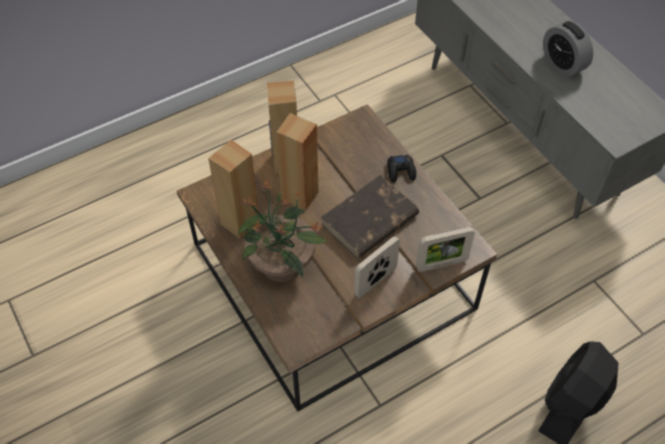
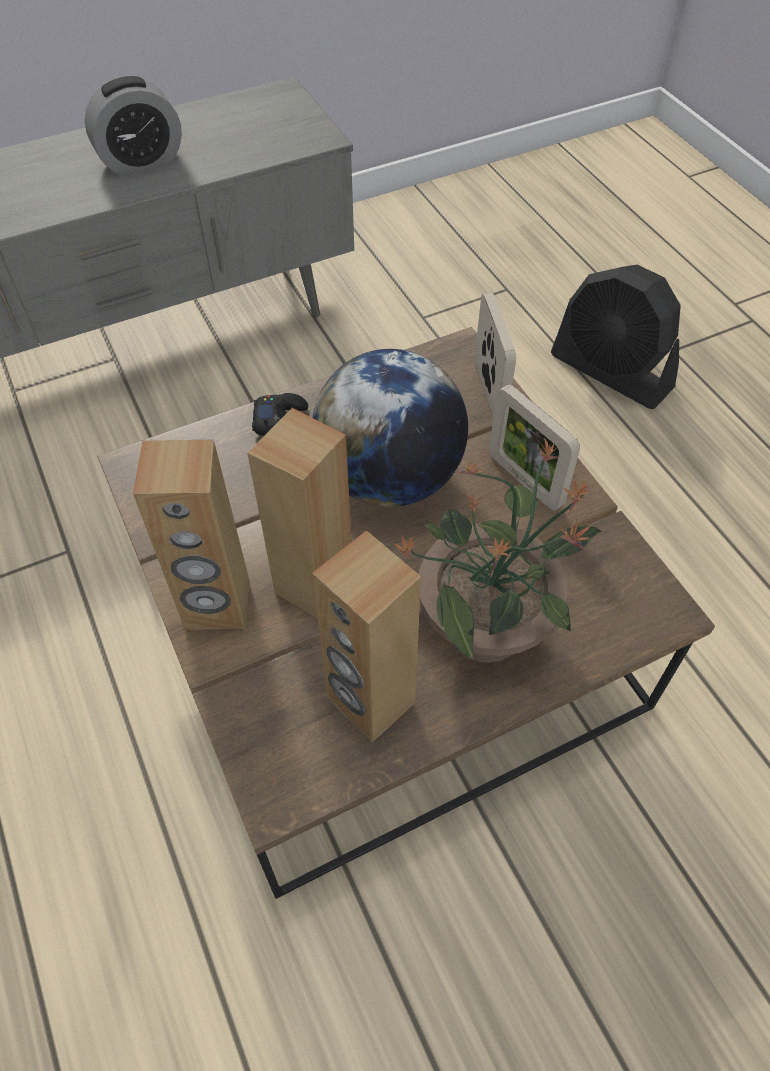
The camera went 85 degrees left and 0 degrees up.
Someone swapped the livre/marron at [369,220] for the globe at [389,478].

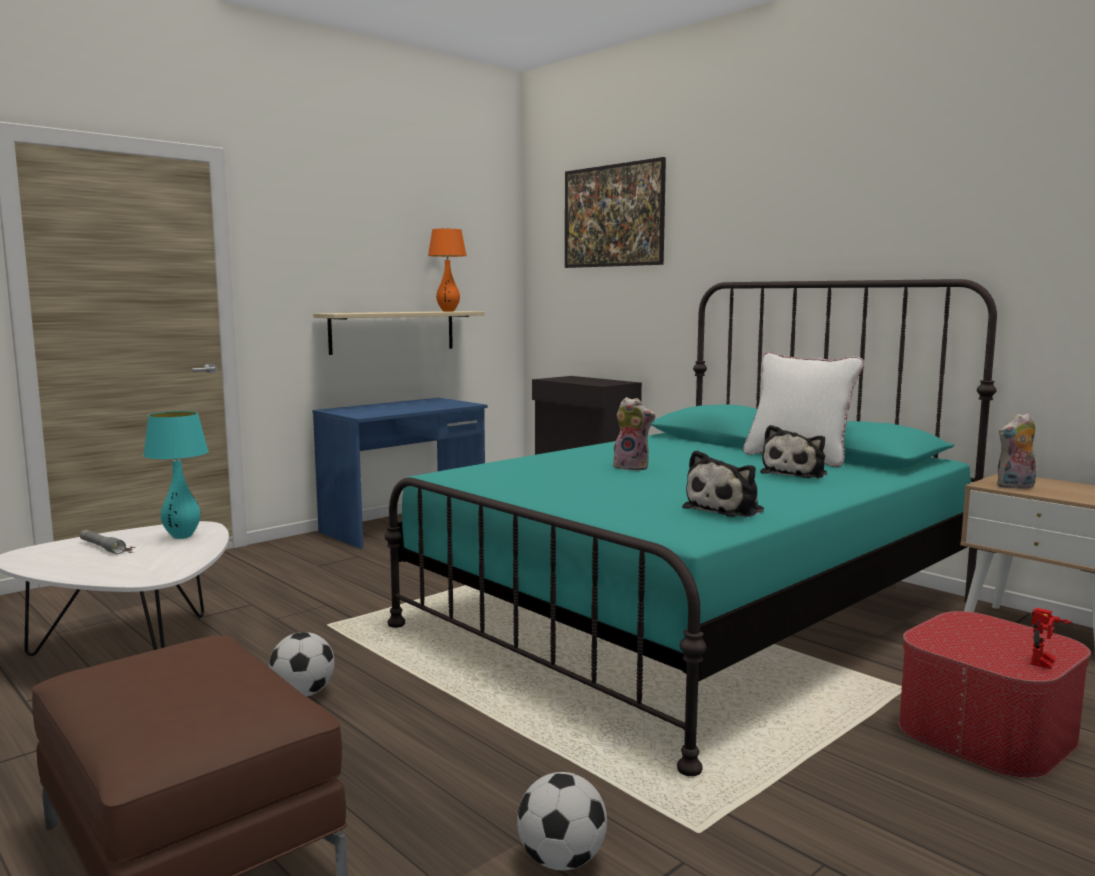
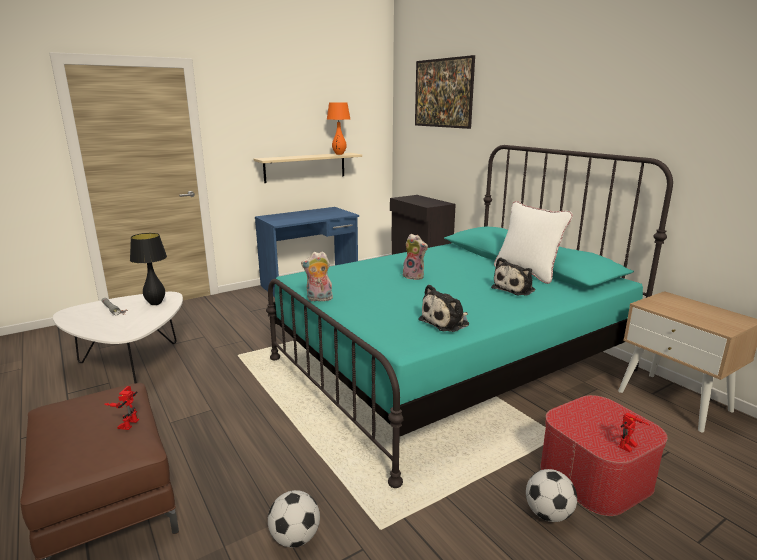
The camera went 10 degrees right and 10 degrees up.
Someone repainted the lampe de table/turquoise at [182,536], which became the lampe de table/noir at [155,303].
Someone carried the peluche from [1015,487] to [319,299].
Someone carried the ballon de foot from [303,694] to [548,514].
Someone put down the robot jouet at [127,423].

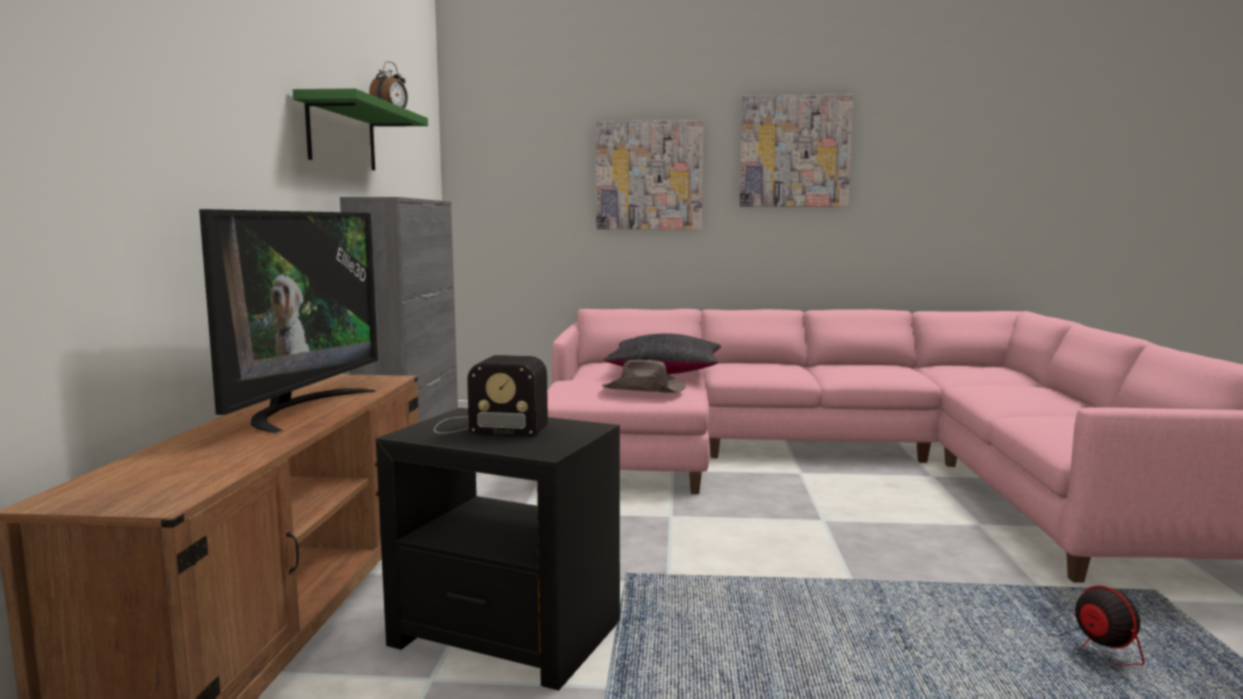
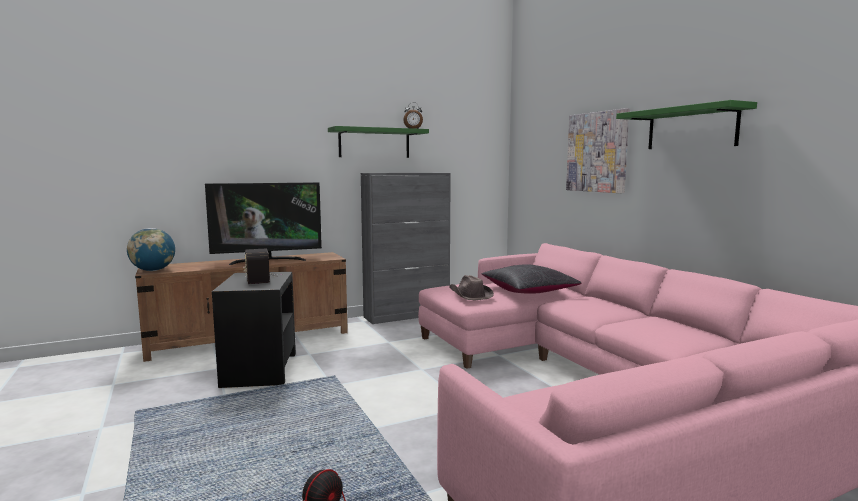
The camera went 60 degrees right and 0 degrees up.
Someone swapped the tableau at [794,151] for the étagère/vert at [691,128].
Someone put down the globe at [153,270].

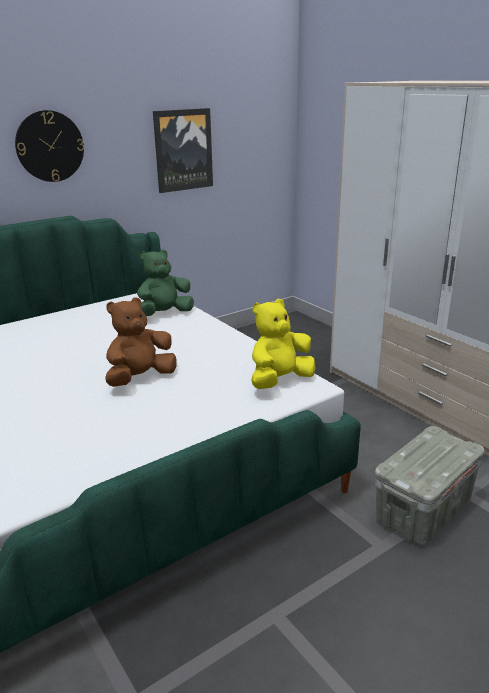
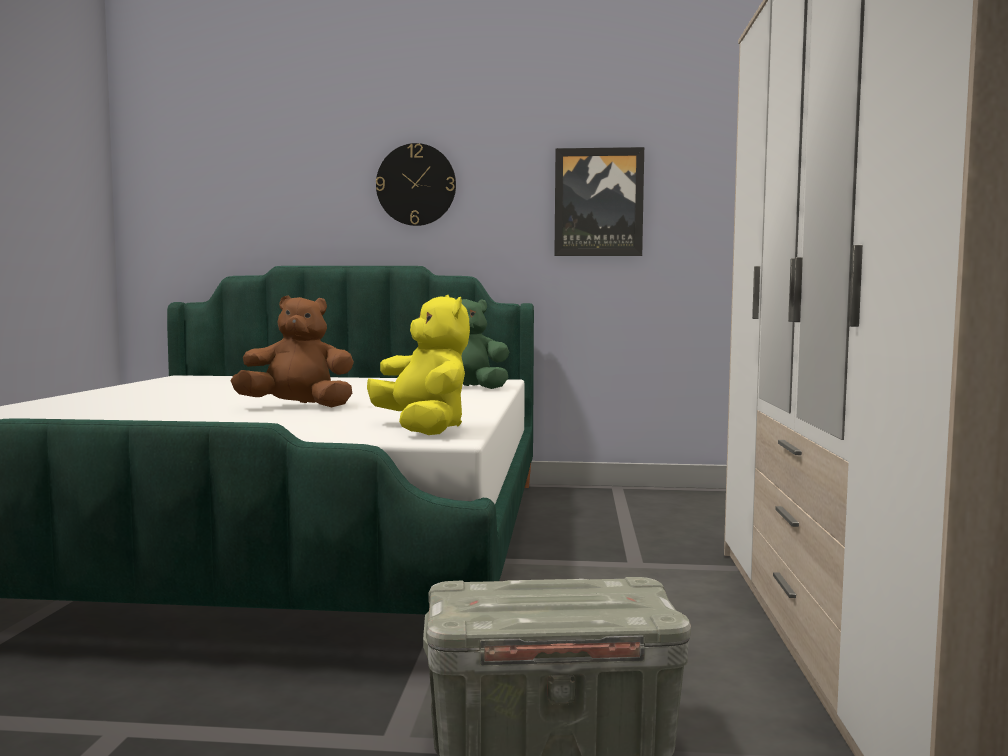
The camera went 40 degrees right and 20 degrees down.
Someone rotated the peluche/jaune at [279,381] by 60 degrees clockwise.

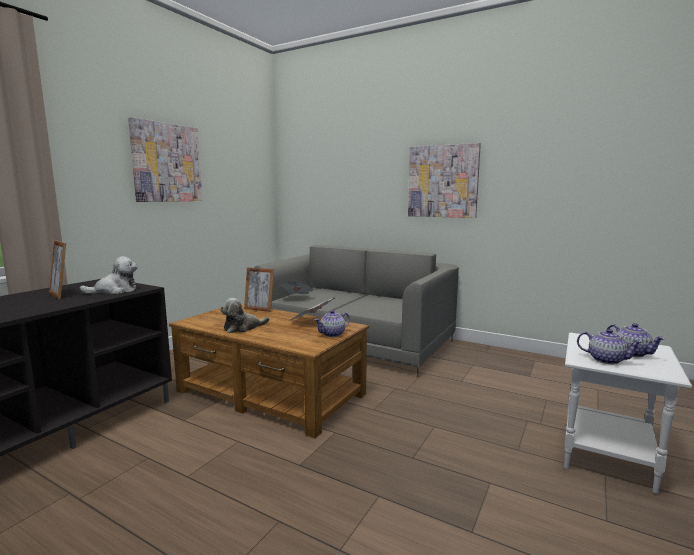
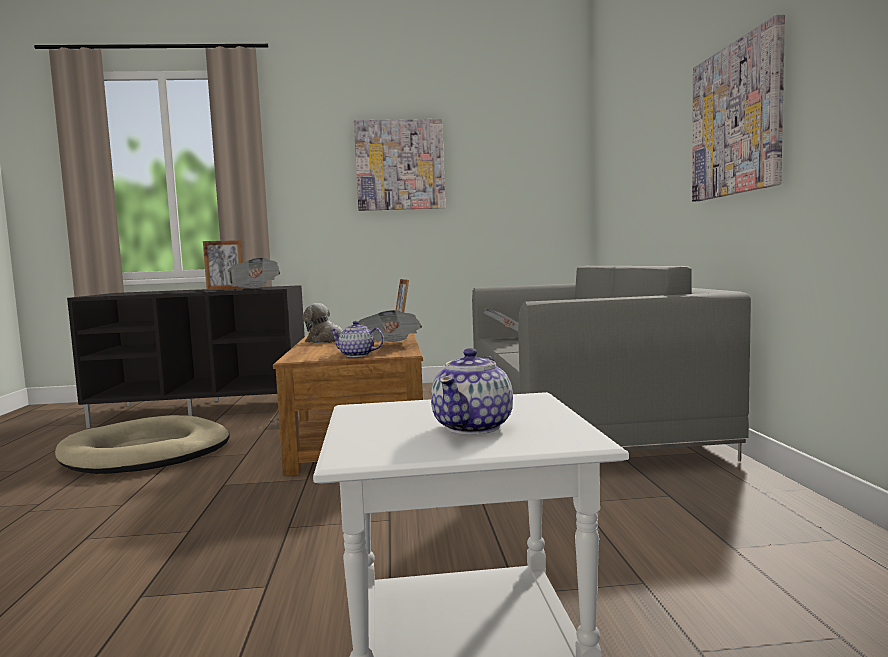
The camera went 55 degrees right and 5 degrees down.
Someone rotated the cadre photo at [60,295] by 120 degrees counterclockwise.
Someone swapped the peluche at [115,291] for the journal at [255,288].
Someone took away the théière at [605,360].
Someone put down the panier pour chien/beige at [147,453].

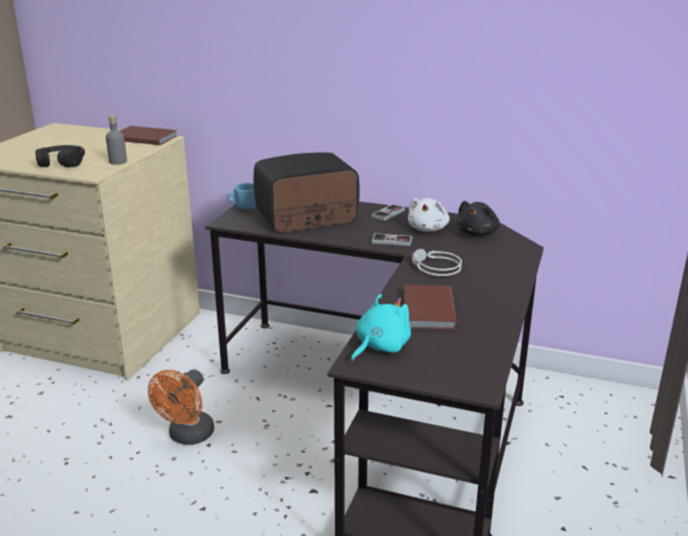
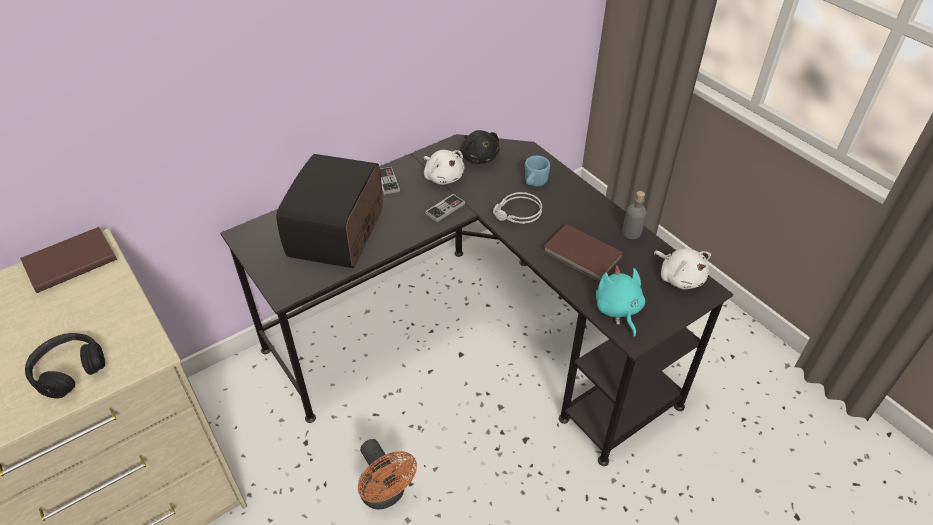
The camera went 55 degrees left and 20 degrees up.
Someone carried the bouteille/gris from [118,162] to [631,232].
Someone carried the mug/bleu from [243,207] to [533,183].
Someone put down the peluche/blanc at [679,277].

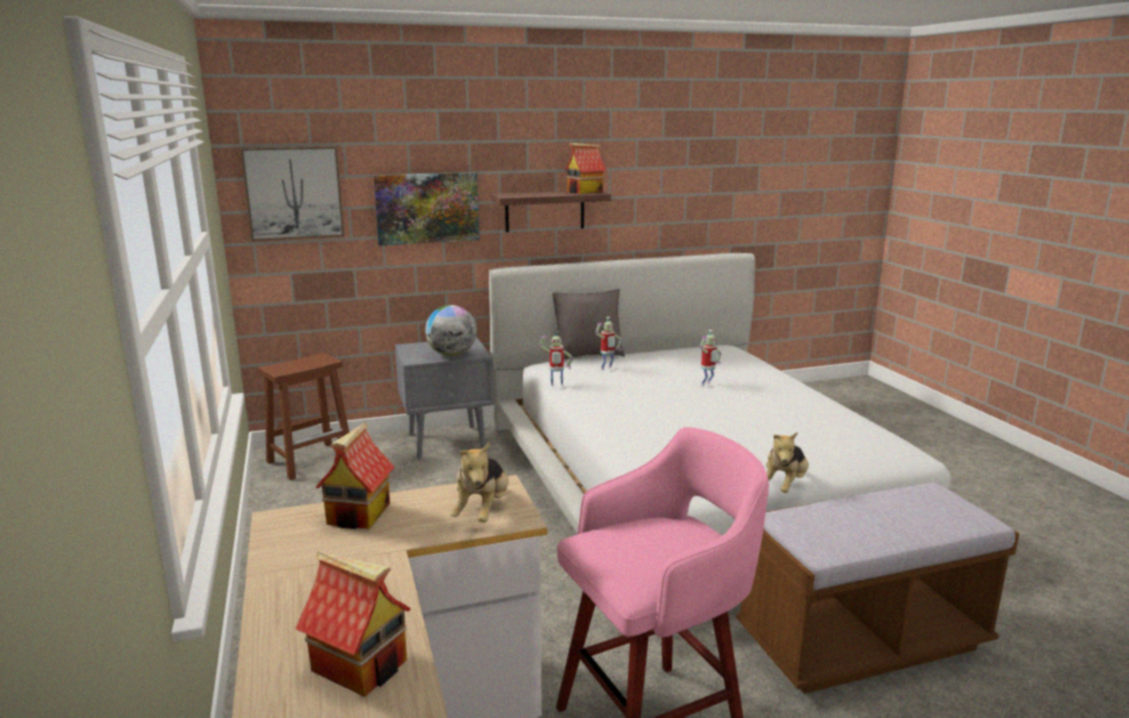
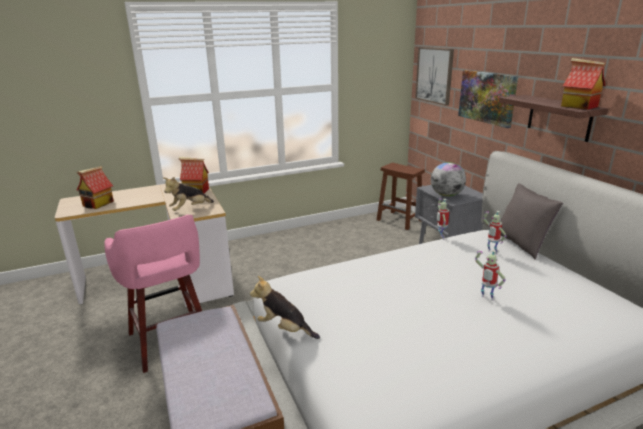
The camera went 85 degrees right and 5 degrees up.
Someone rotated the peluche at [482,511] by 45 degrees counterclockwise.

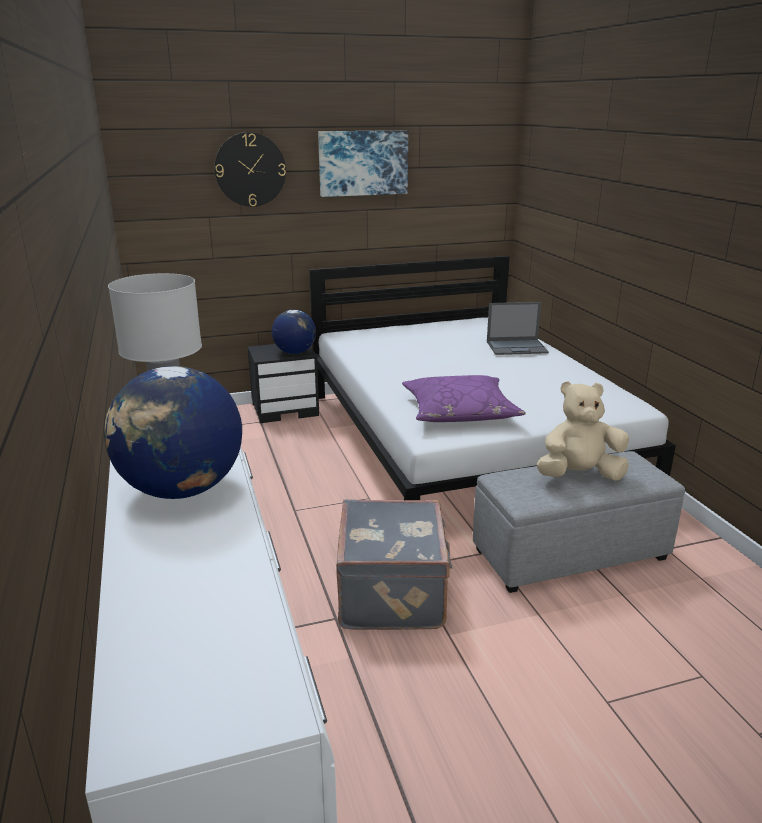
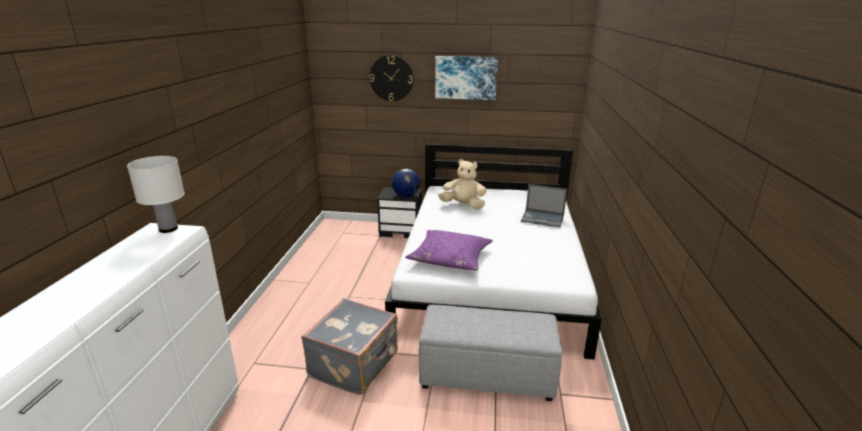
The camera went 25 degrees right and 0 degrees up.
Someone took away the globe at [182,490].
Someone carried the peluche/beige from [579,475] to [463,205].

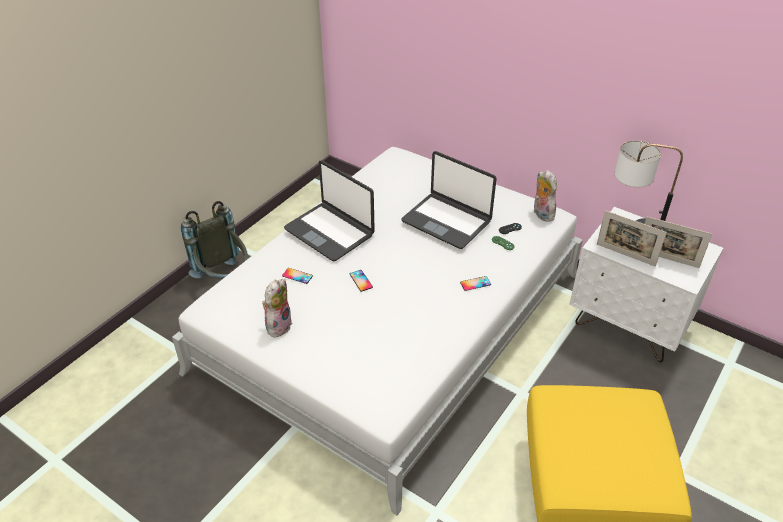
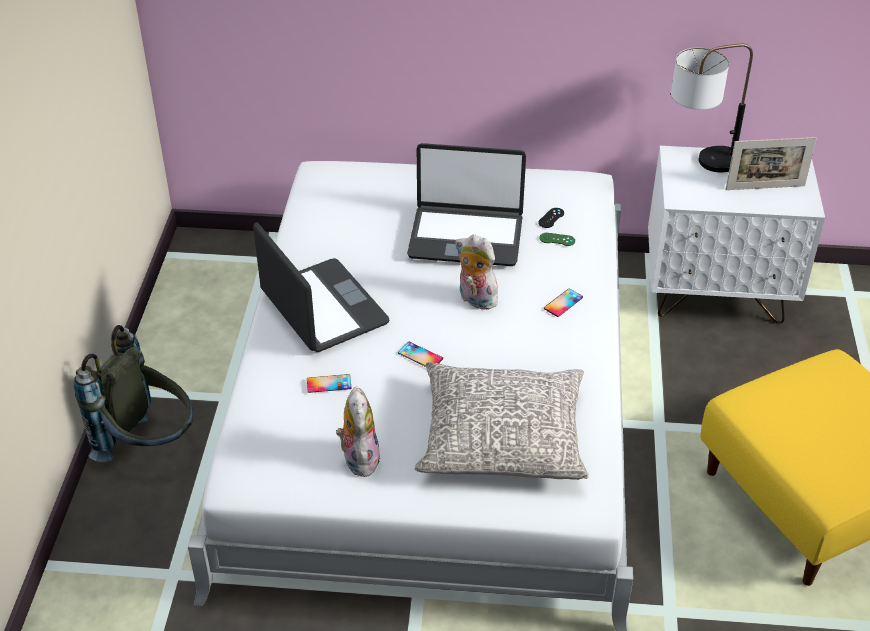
The camera went 30 degrees left and 0 degrees up.
Someone rotated the ordinateur portable at [330,232] by 135 degrees counterclockwise.
Someone carried the peluche from [541,214] to [475,300].
Someone took away the cadre photo at [625,255].
Someone put down the coussin/gris at [502,437].

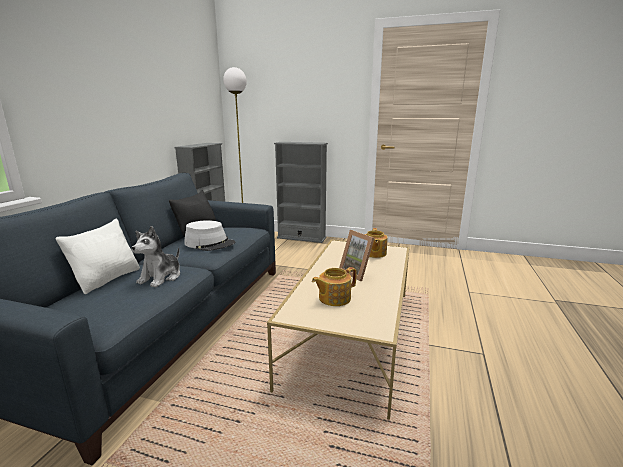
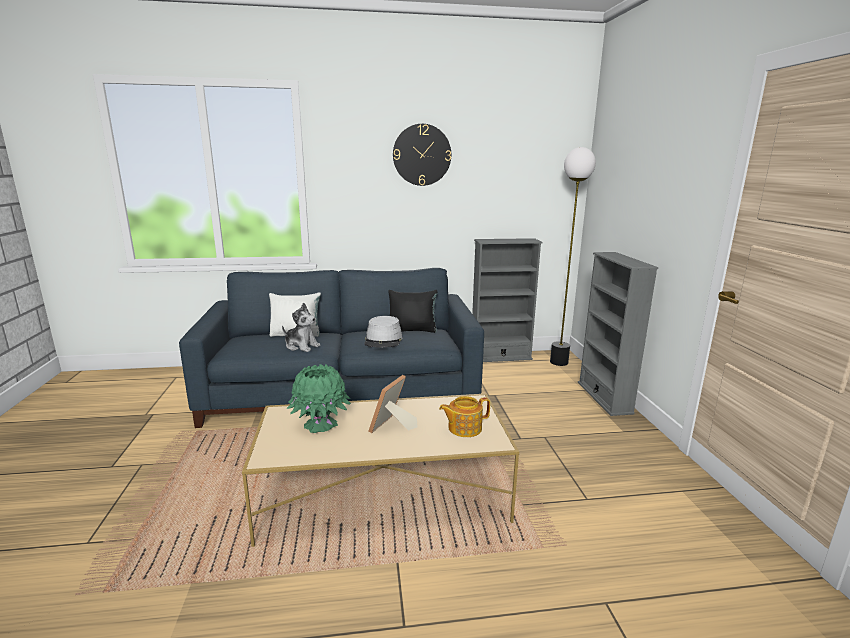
The camera went 65 degrees right and 0 degrees up.
Someone rotated the peluche at [161,277] by 150 degrees counterclockwise.
Someone swapped the théière at [333,298] for the vase/vert at [321,425].
Someone put up the horloge murale at [422,155].

